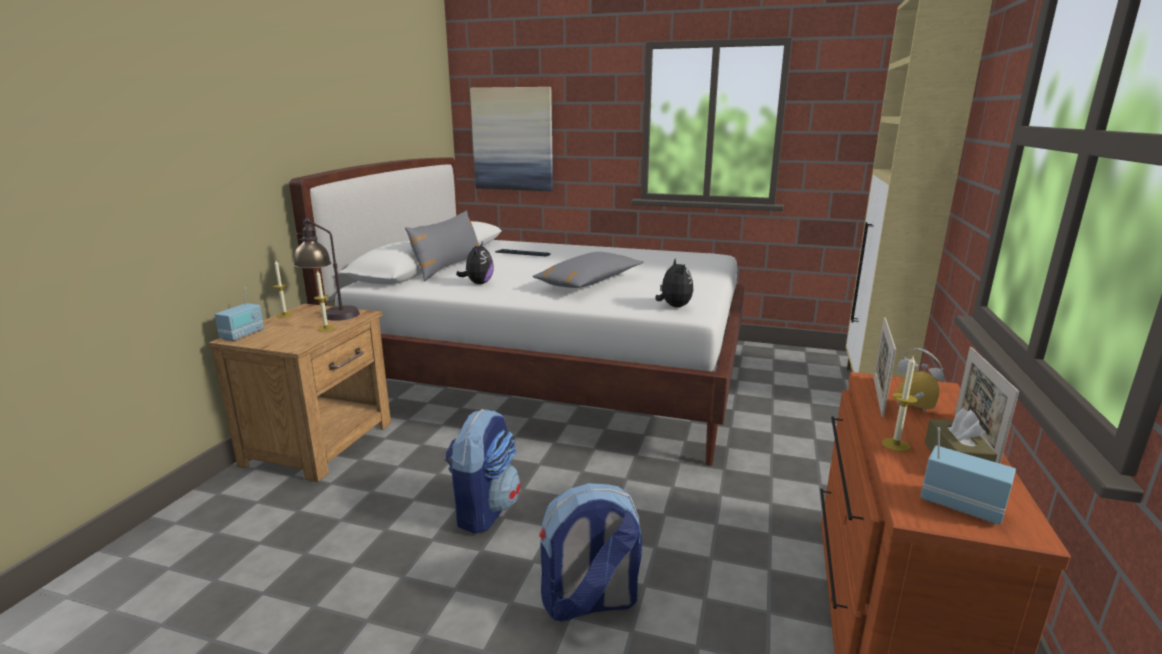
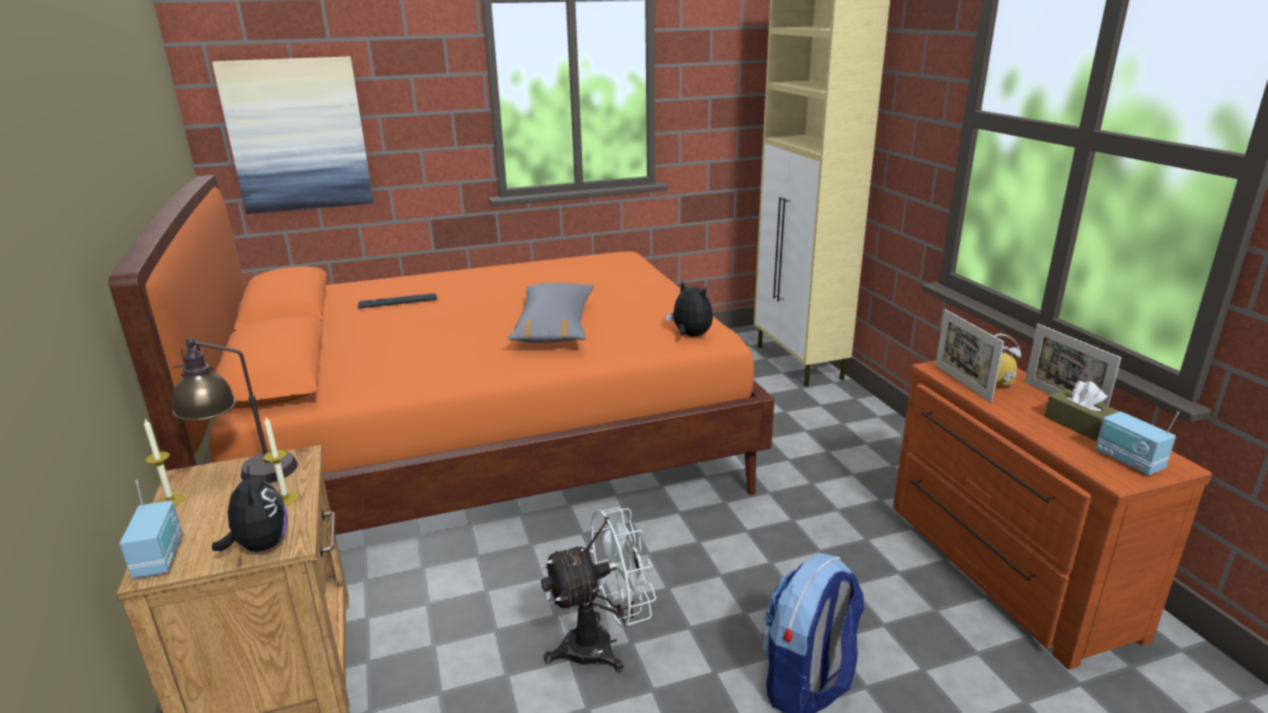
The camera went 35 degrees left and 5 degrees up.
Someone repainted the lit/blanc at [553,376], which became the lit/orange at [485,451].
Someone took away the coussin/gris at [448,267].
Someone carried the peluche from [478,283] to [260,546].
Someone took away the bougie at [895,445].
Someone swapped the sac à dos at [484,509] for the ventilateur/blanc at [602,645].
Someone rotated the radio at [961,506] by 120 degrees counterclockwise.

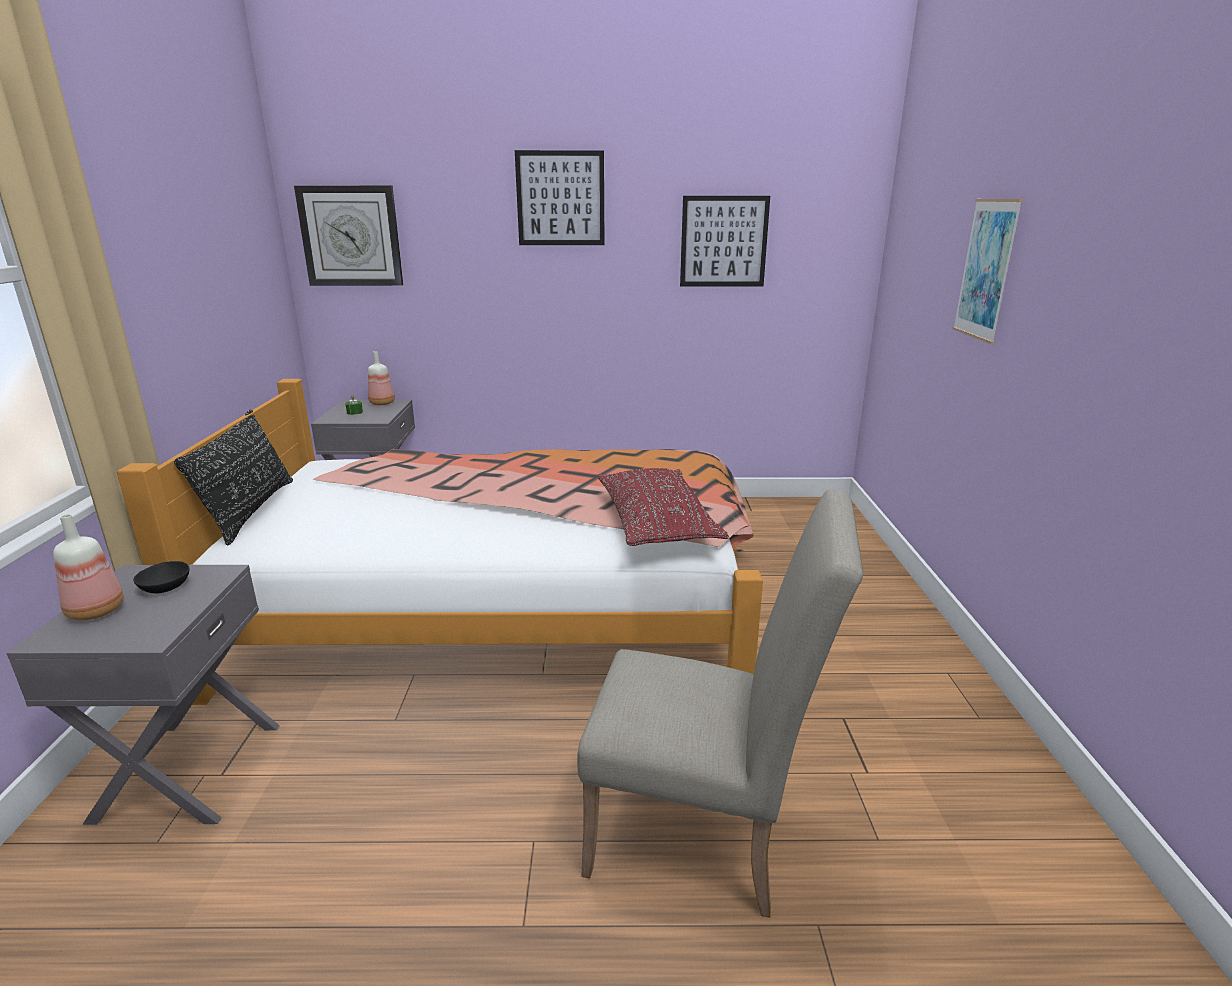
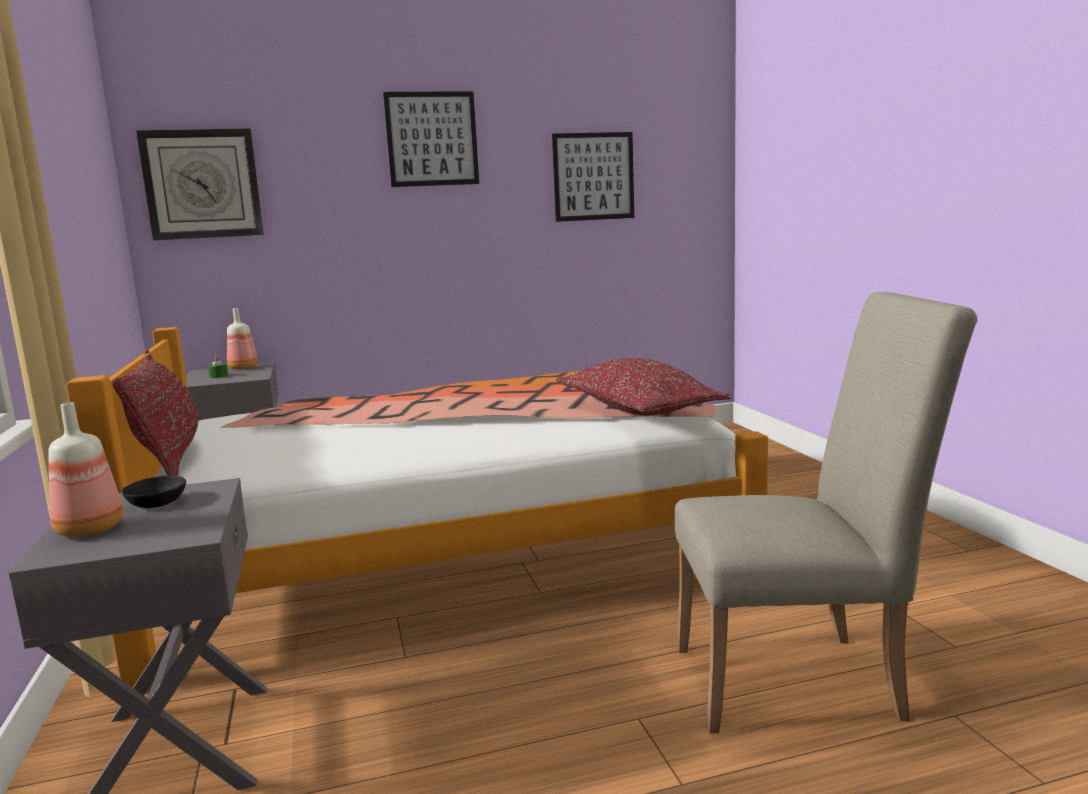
The camera went 15 degrees left and 10 degrees down.
Someone took away the tableau at [986,270].
Someone repainted the coussin/noir at [251,510], which became the coussin/rouge at [169,458].

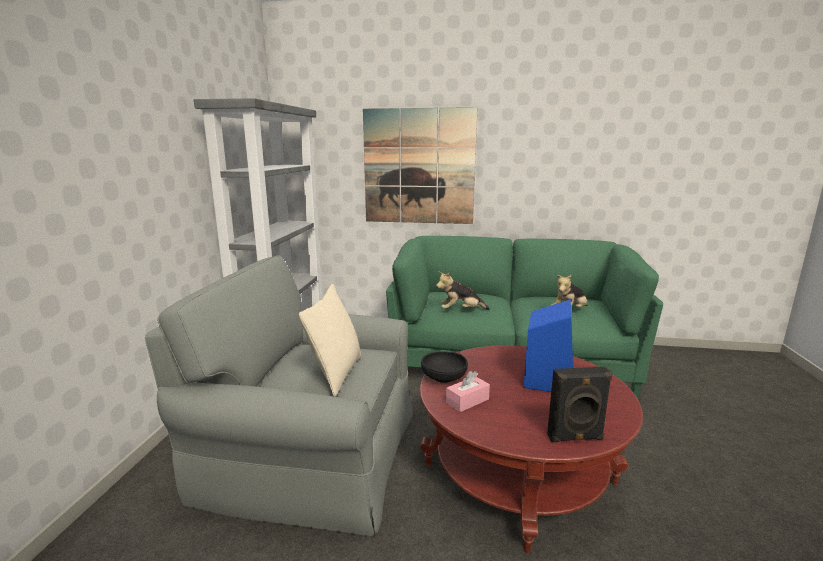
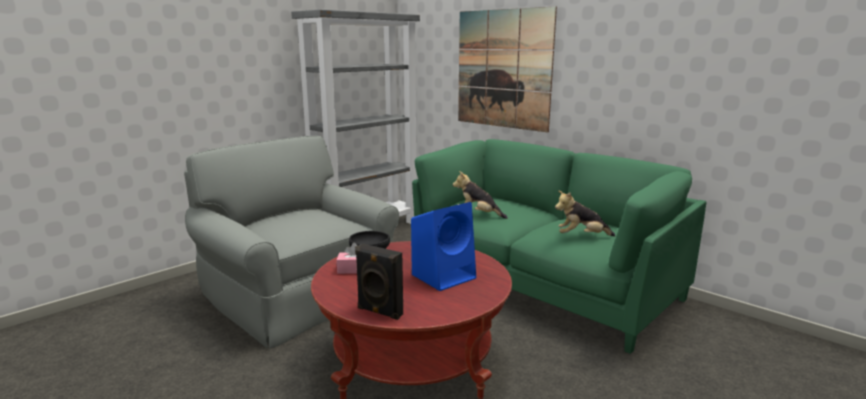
The camera went 35 degrees right and 0 degrees up.
Someone took away the coussin/beige at [336,373].

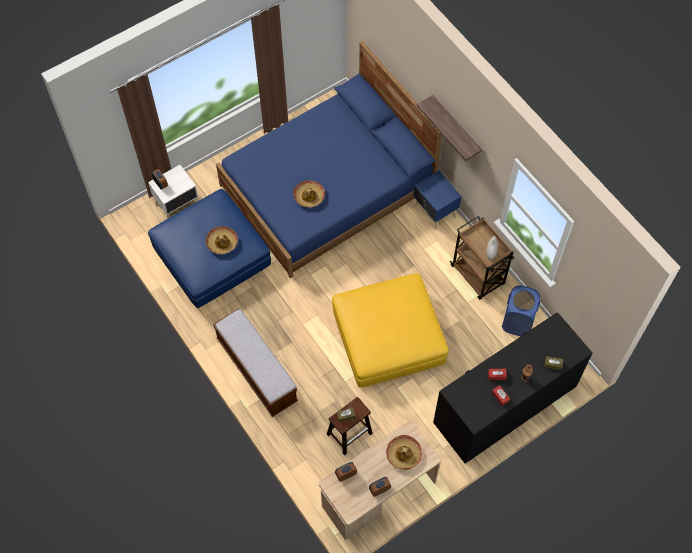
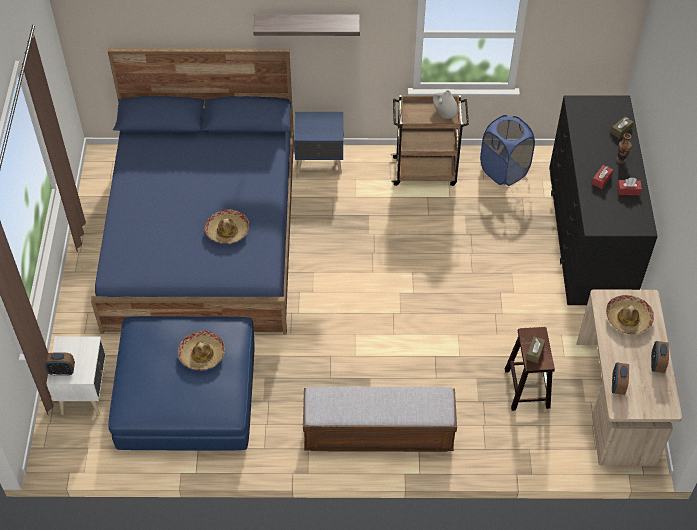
The camera went 55 degrees left and 10 degrees down.
Someone took away the pouf/jaune at [388,337].

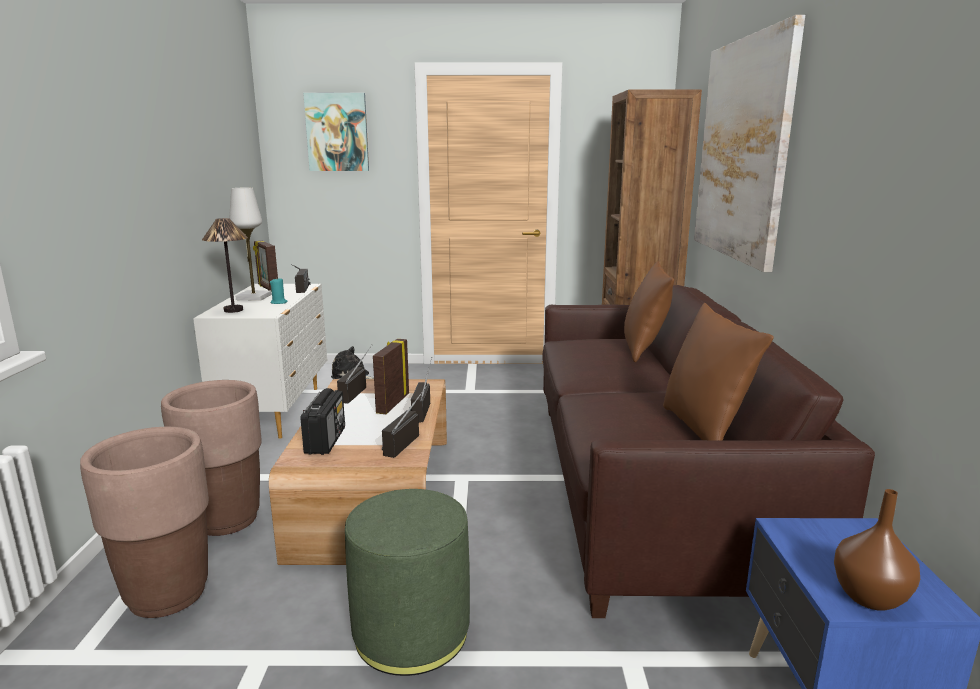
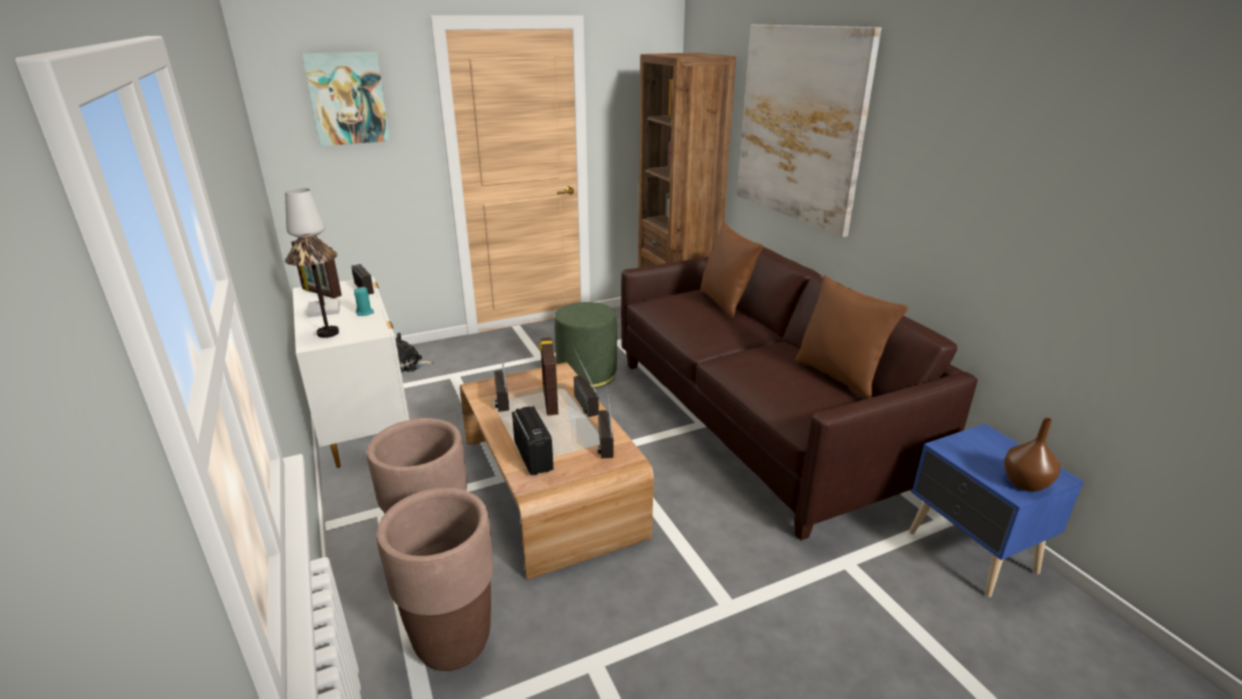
The camera went 25 degrees left and 10 degrees up.
Someone carried the pouf/vert from [411,632] to [587,374].

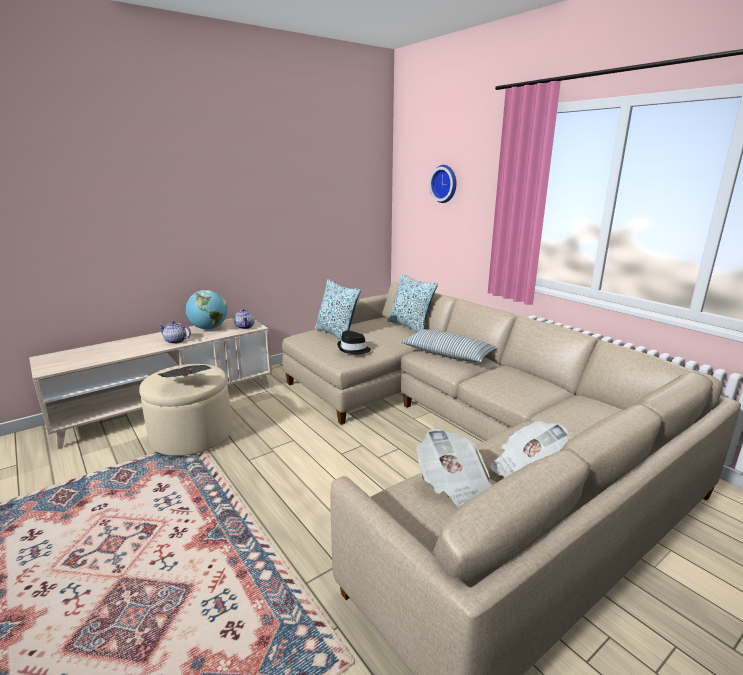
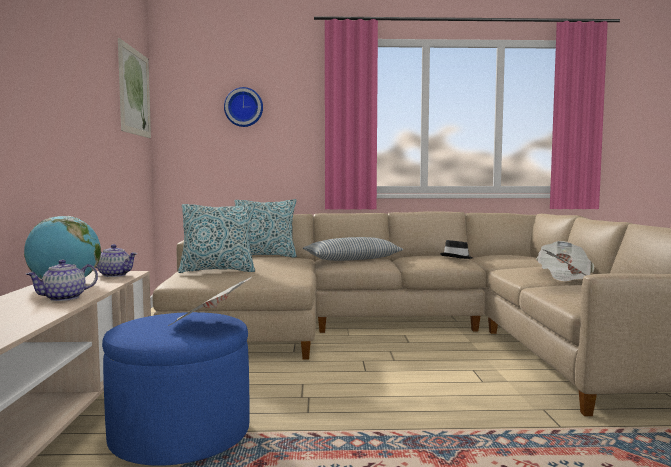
The camera went 55 degrees left and 15 degrees down.
Someone carried the chapeau/noir from [353,349] to [457,257].
Someone repainted the pouf/beige at [192,435], which became the pouf/bleu at [180,435].
Someone put up the tableau at [134,92].

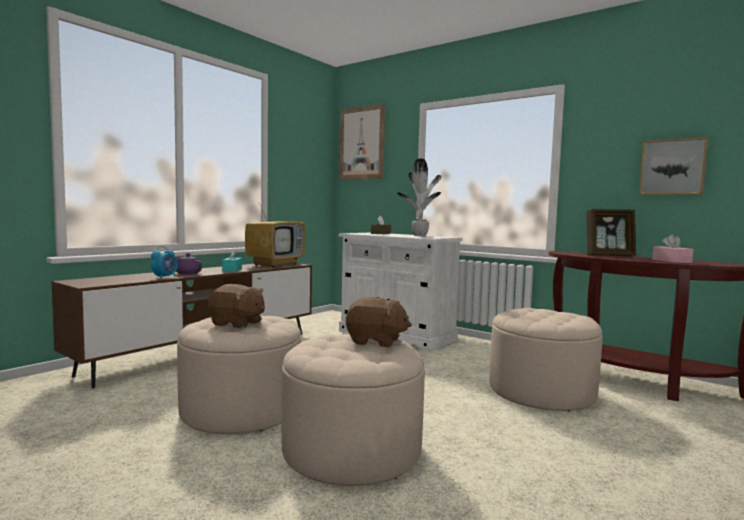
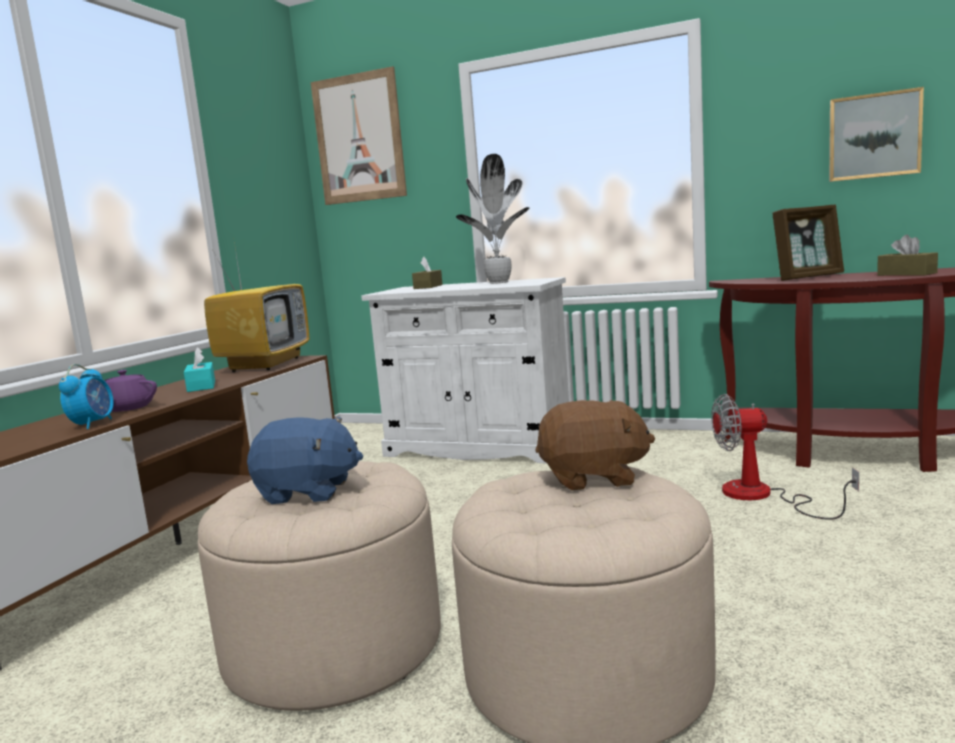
The camera went 15 degrees left and 5 degrees up.
Someone repainted the boîte à mouchoirs/rose at [671,261], which became the boîte à mouchoirs/marron at [906,274].
Someone repainted the peluche/marron at [237,324], which became the peluche/bleu at [308,492].
Someone swapped the pouf/beige at [541,392] for the ventilateur at [762,496].

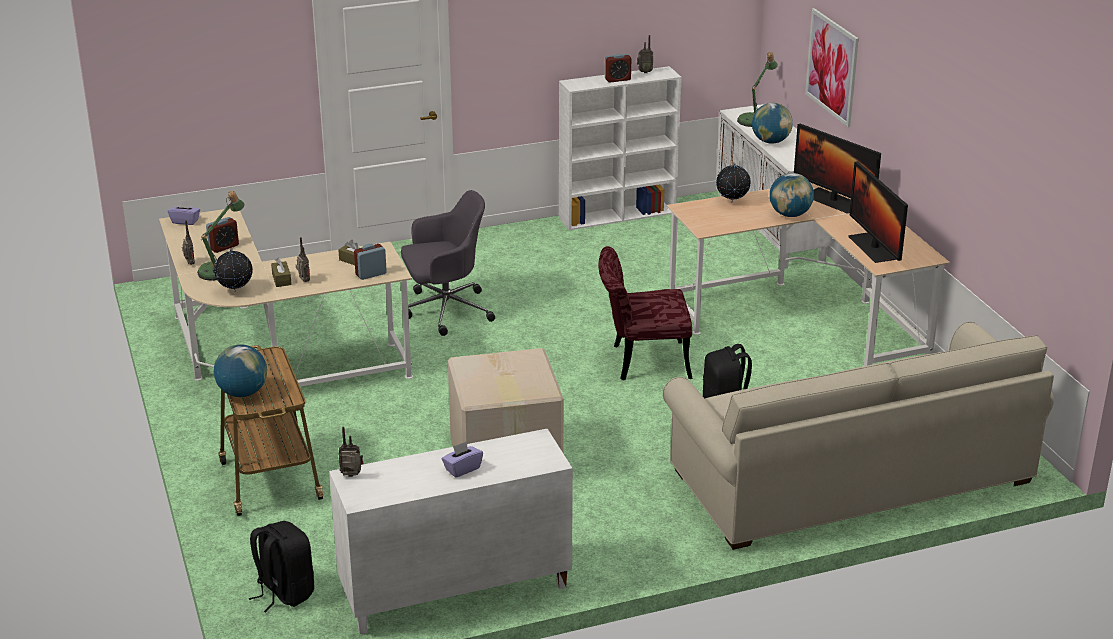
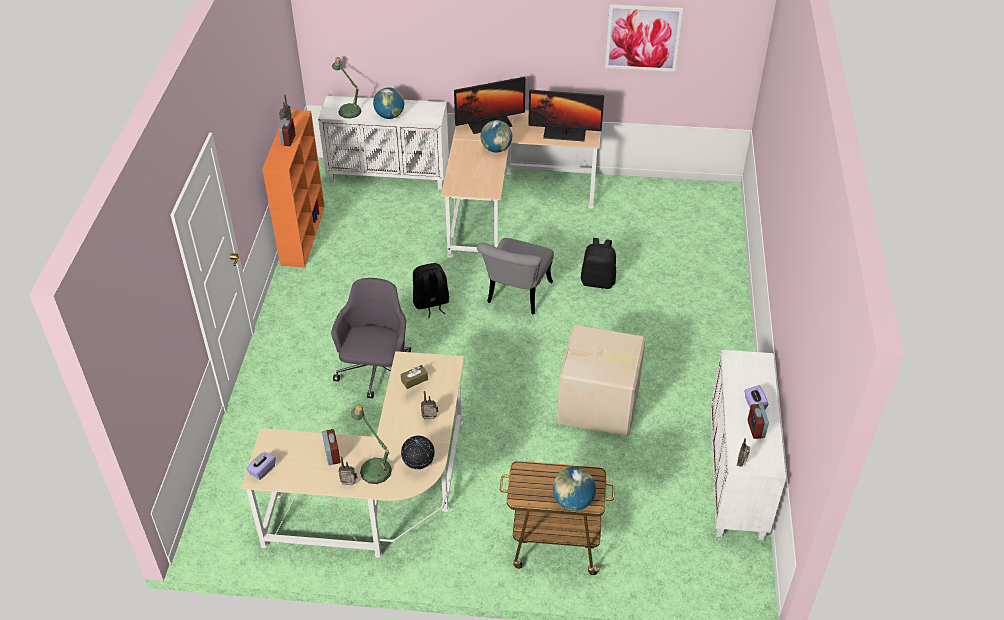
The camera went 65 degrees left and 15 degrees up.
Someone carried the tableau from [832,67] to [643,38].
Someone repainted the bibliothèque/blanc at [618,215], which became the bibliothèque/orange at [303,234].
Someone took away the globe at [732,202].
Someone carried the réveil from [371,274] to [756,429].
Someone repainted the chaise/rouge at [641,362], which became the chaise/gris at [516,297].
Someone took away the boîte à mouchoirs/marron at [281,279].
Someone took away the canapé/beige at [851,477].
Someone carried the sac à dos/noir from [284,593] to [431,304].

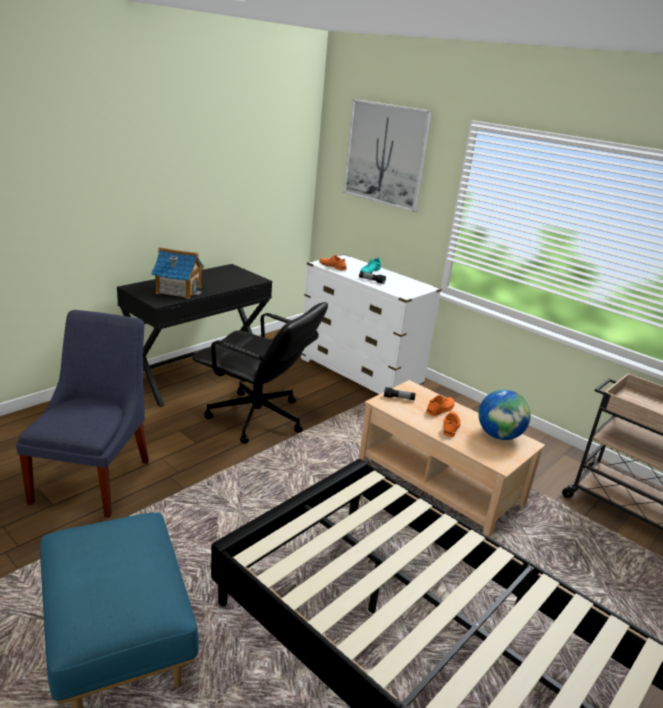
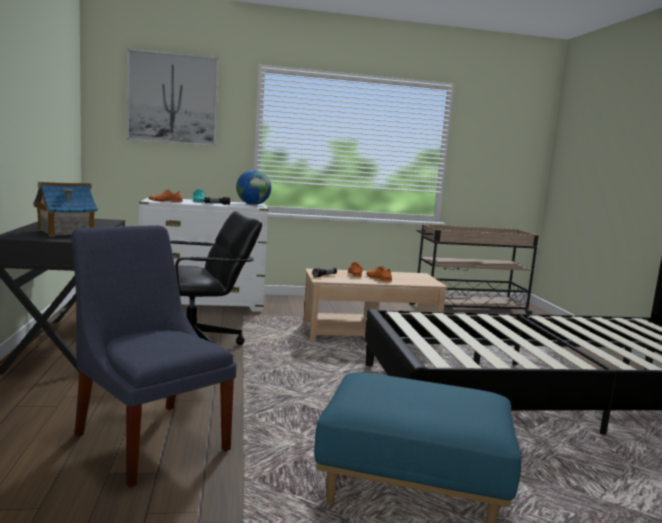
The camera went 50 degrees left and 15 degrees down.
Someone carried the globe from [498,436] to [253,204].

